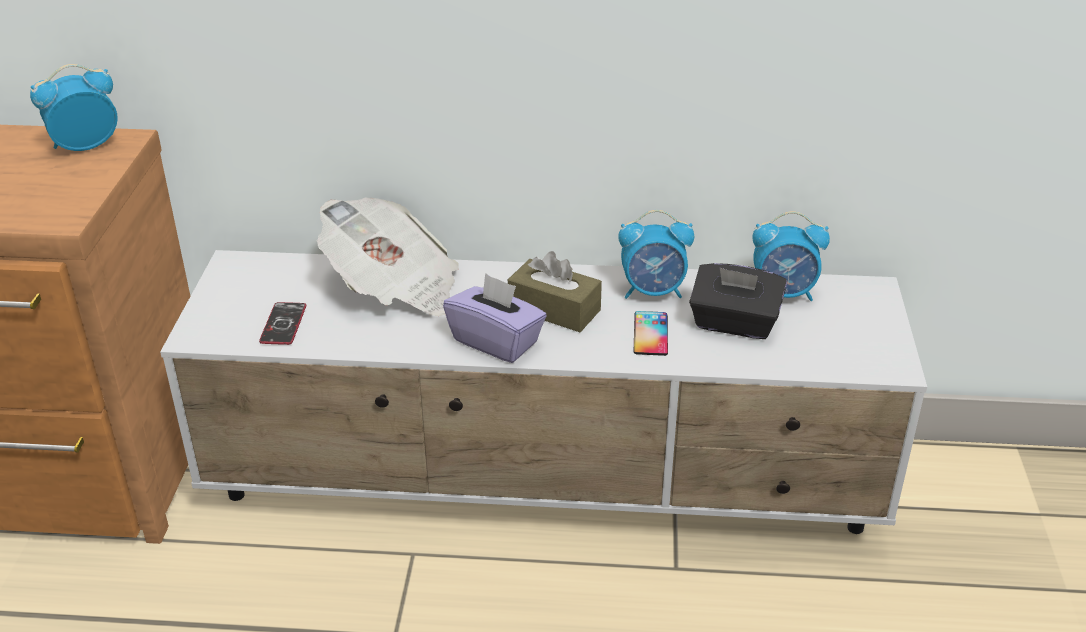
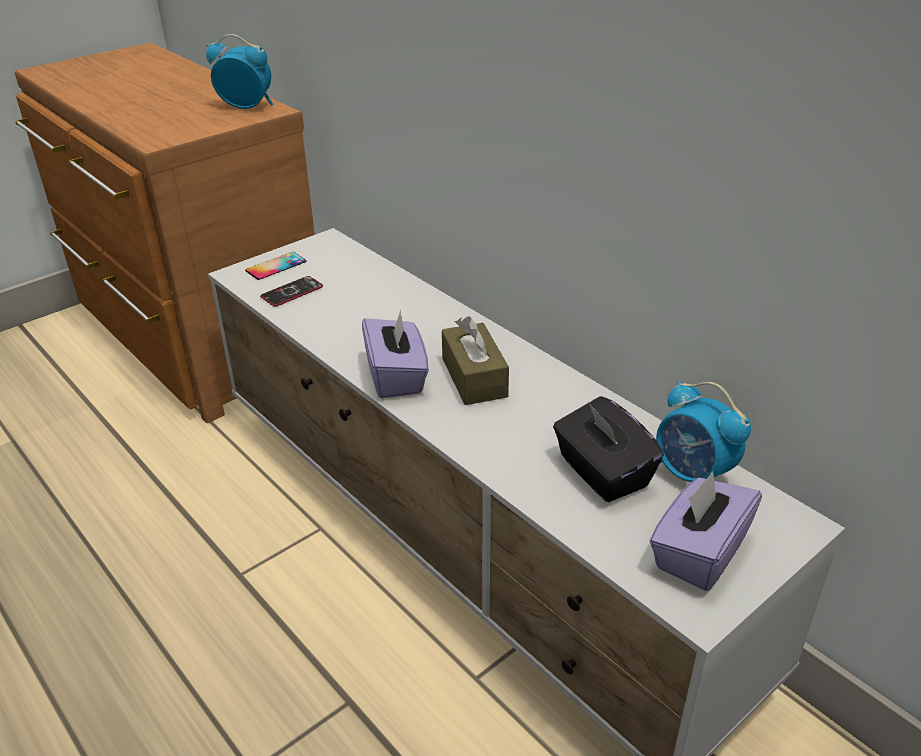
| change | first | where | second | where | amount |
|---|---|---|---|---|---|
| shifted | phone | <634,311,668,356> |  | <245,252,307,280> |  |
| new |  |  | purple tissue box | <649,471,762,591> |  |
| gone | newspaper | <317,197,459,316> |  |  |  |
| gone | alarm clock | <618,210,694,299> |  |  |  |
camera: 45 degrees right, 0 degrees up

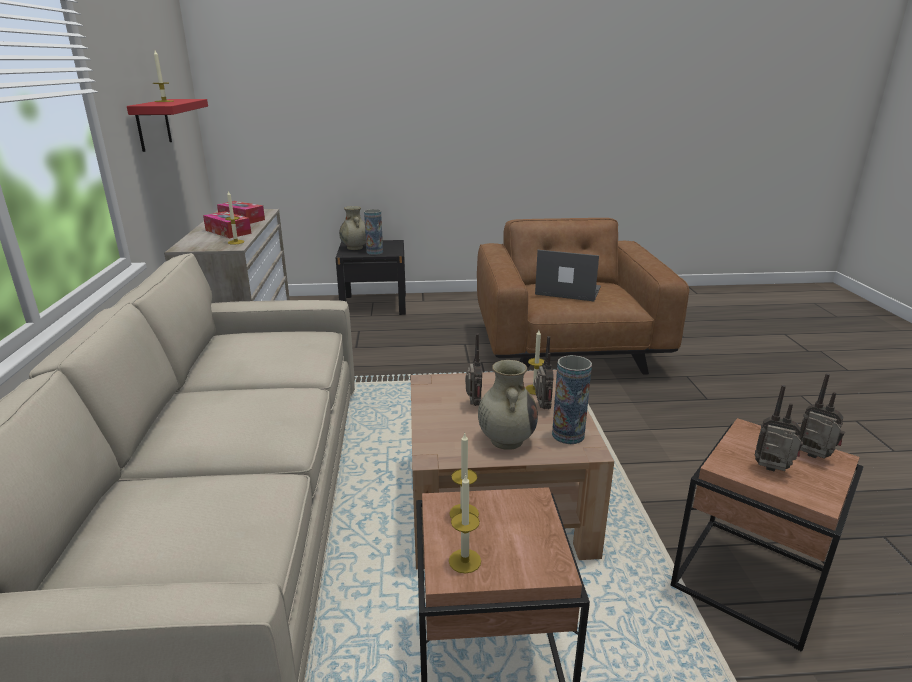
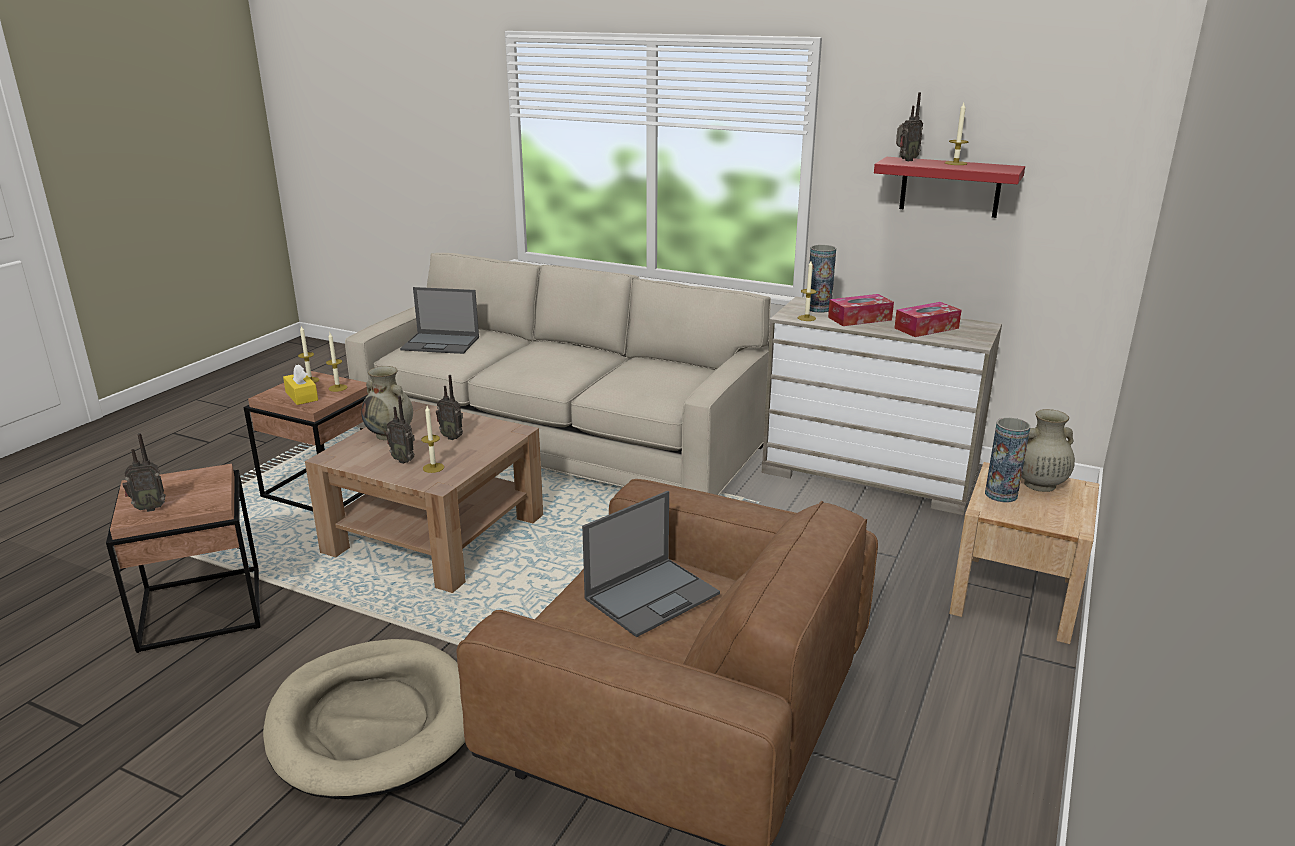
| change | first | where | second | where | amount |
|---|---|---|---|---|---|
| new |  |  | beige dog bed | <263,639,465,799> |  |
| new |  |  | yellow tissue box | <283,364,318,405> |  |
| new |  |  | laptop | <400,287,479,354> |  |
| shifted | vase | <552,355,592,444> |  | <809,245,836,313> |  |
| shifted | radio | <755,385,803,472> |  | <896,92,923,161> |  |
| repainted | black nightstand | <336,240,406,315> | beige nightstand | <949,462,1099,644> |  |
camera: 120 degrees right, 0 degrees up

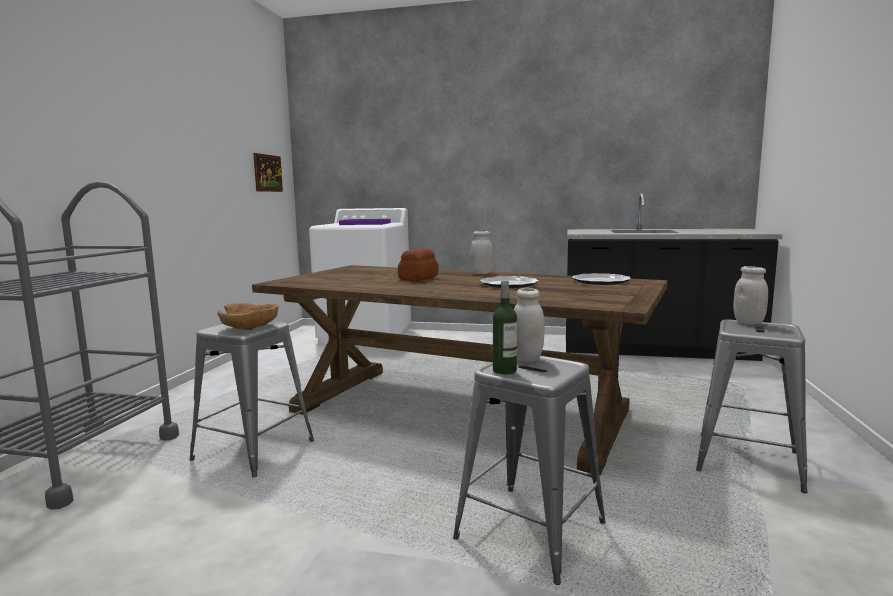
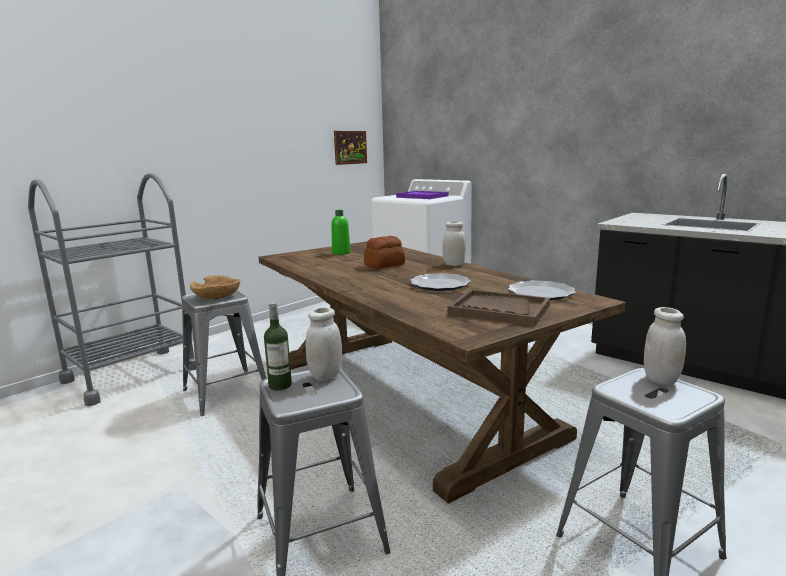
| change | first | where | second | where | amount |
|---|---|---|---|---|---|
| new |  |  | green bottle | <331,210,351,255> |  |
| new |  |  | brown tray | <447,289,550,326> |  |
camera: 30 degrees right, 5 degrees up

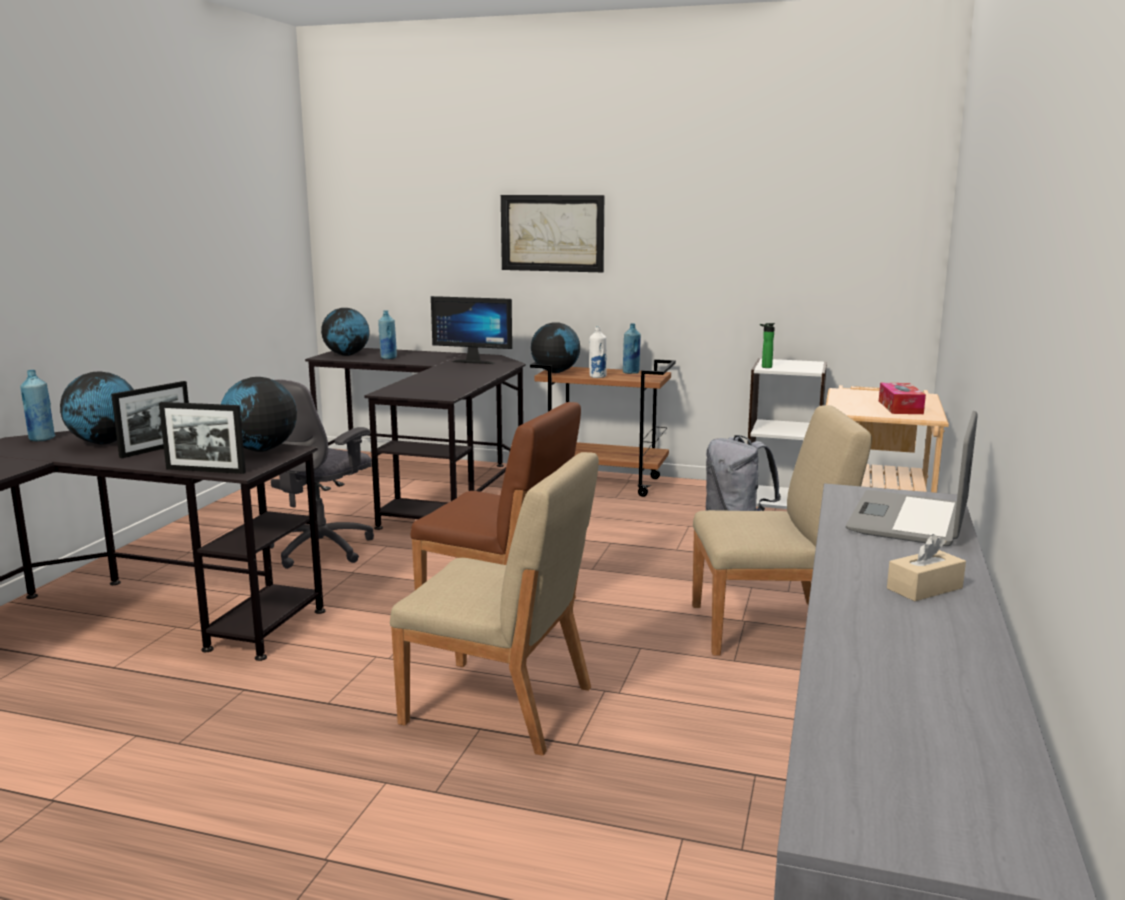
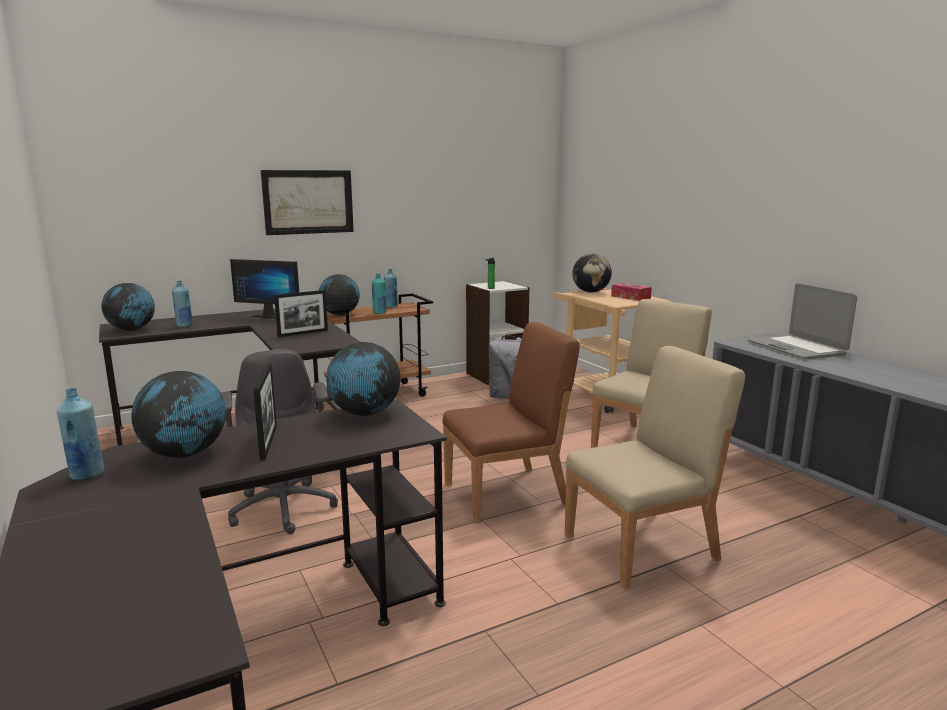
| change | first | where | second | where | amount |
|---|---|---|---|---|---|
| rotated | monitor | <431,296,512,364> |  | <230,259,299,319> | 45 degrees clockwise |
| shifted | picture frame | <159,402,246,474> |  | <274,290,328,337> |  |
| repainted | white bottle | <589,327,607,378> | turquoise bottle | <372,273,386,314> |  |
| new |  |  | globe | <572,254,612,292> |  |
| gone | beige tissue box | <887,534,966,601> |  |  |  |
camera: 45 degrees left, 0 degrees up

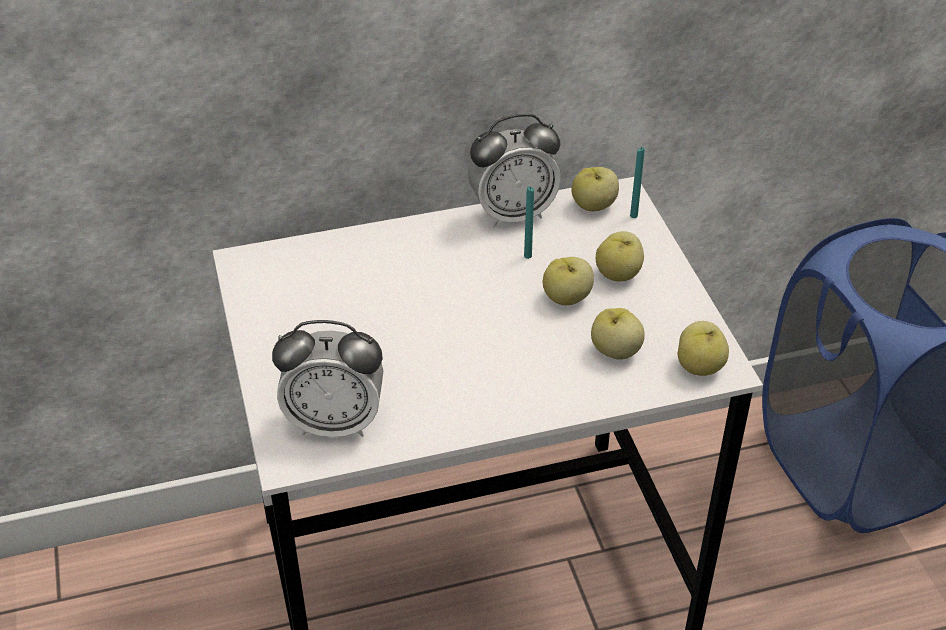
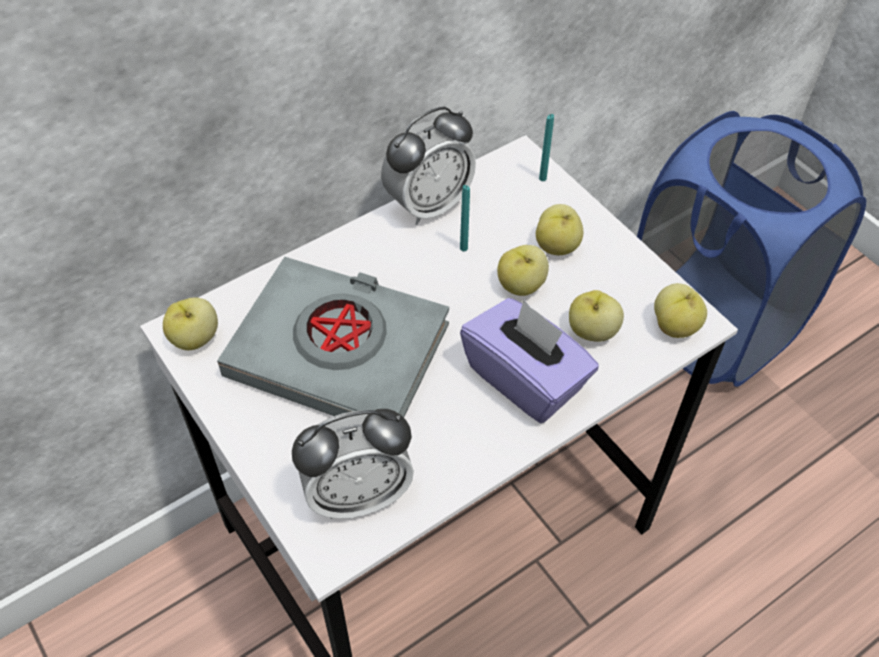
| change | first | where | second | where | amount |
|---|---|---|---|---|---|
| shifted | apple | <571,167,619,212> |  | <163,298,218,350> |  |
| new |  |  | grey book | <217,257,449,418> |  |
| new |  |  | purple tissue box | <460,298,599,423> |  |
camera: 20 degrees left, 10 degrees up

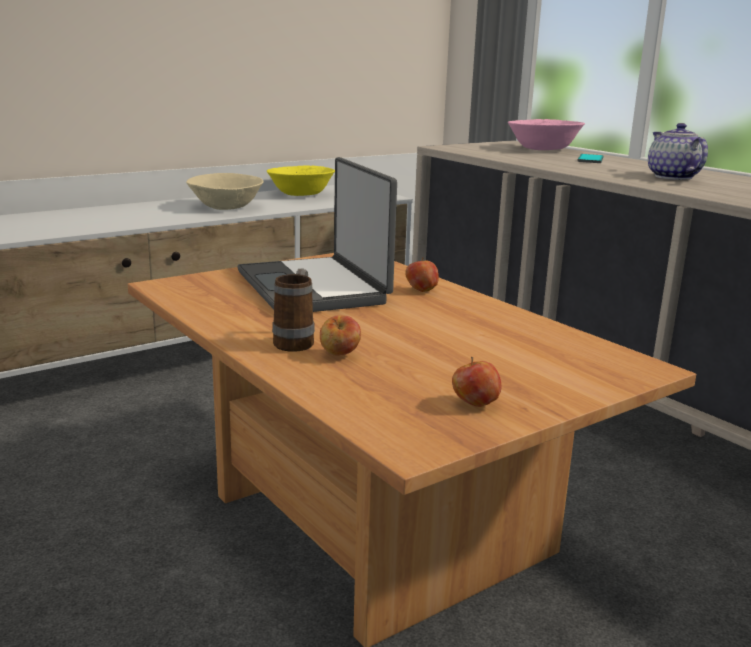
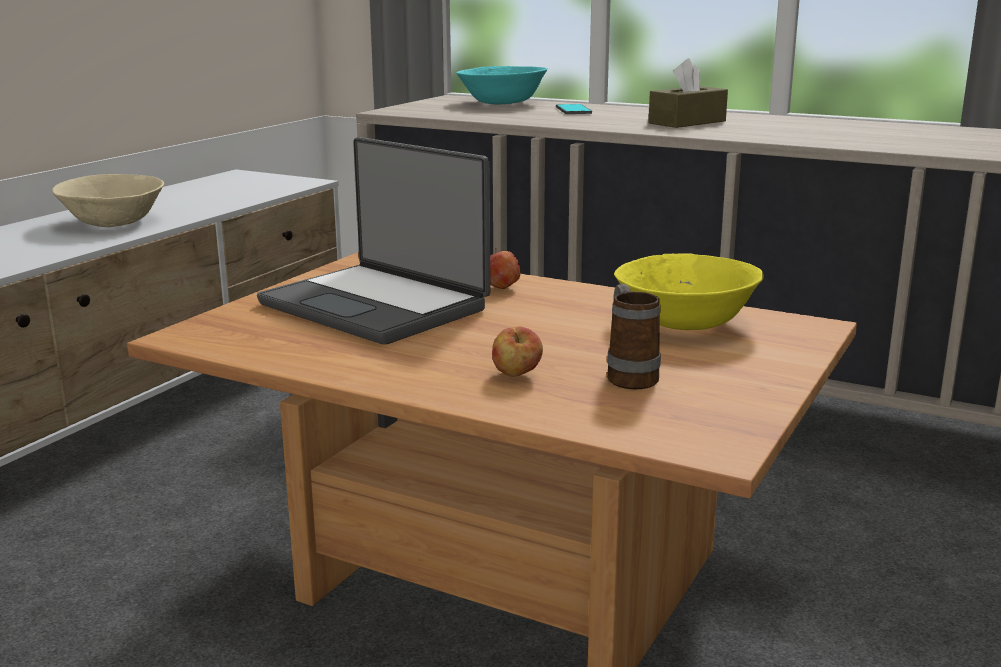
| change | first | where | second | where | amount |
|---|---|---|---|---|---|
| repainted | pink bowl | <508,119,585,150> | turquoise bowl | <456,66,548,104> |  |
| shifted | mug | <272,268,315,352> |  | <607,284,661,389> |  |
| shifted | yellow bowl | <267,165,335,196> |  | <614,254,764,330> |  |
| swapped | teapot | <648,123,708,180> | brown tissue box | <648,58,728,128> |  |
| gone | apple | <452,357,501,407> |  |  |  |
camera: 25 degrees left, 0 degrees up

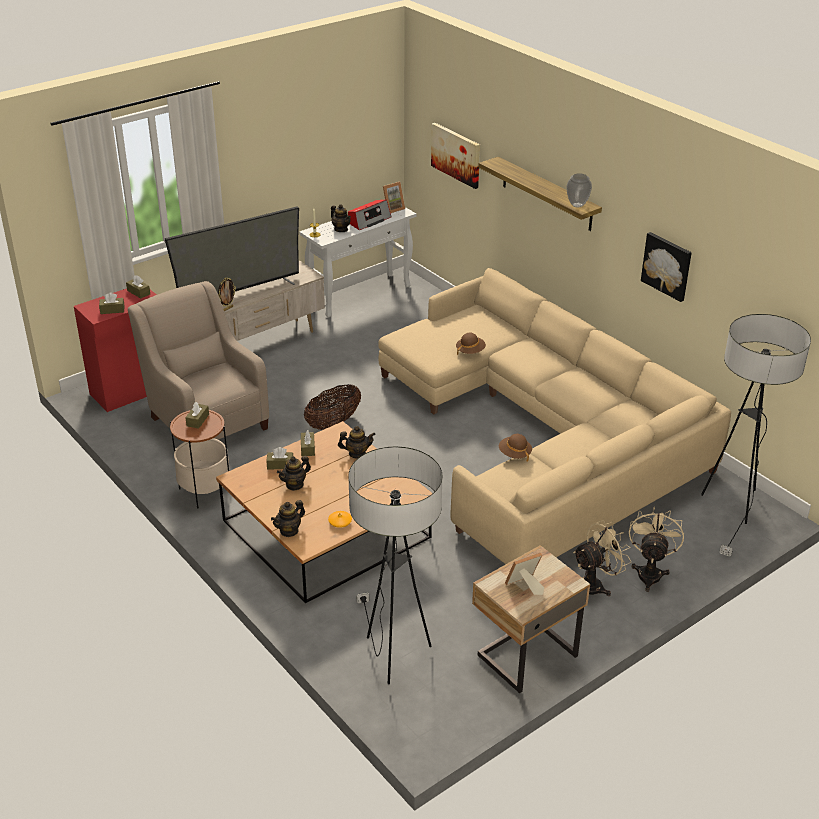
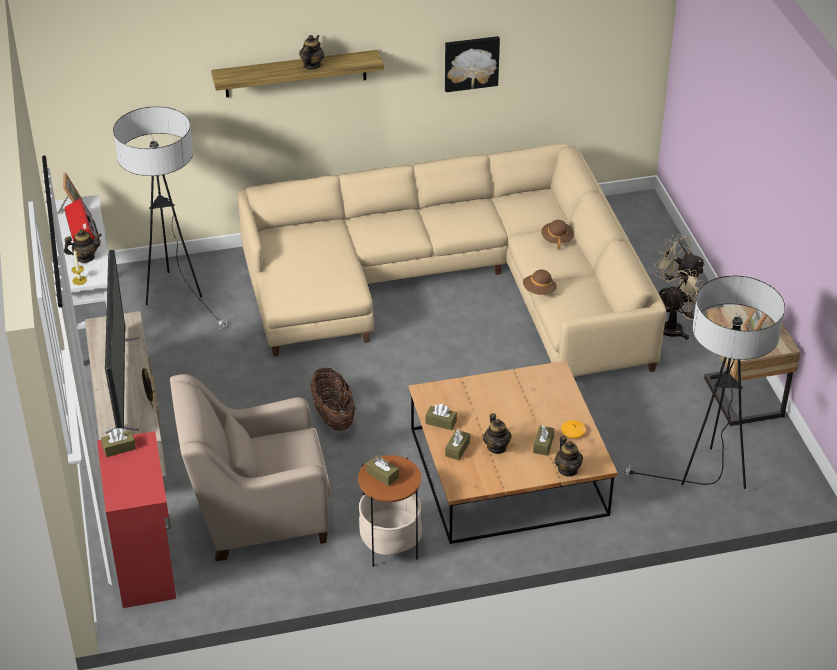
| change | first | where | second | where | amount |
|---|---|---|---|---|---|
| shifted | floor lamp | <701,314,811,557> |  | <113,106,227,330> |  |
| shifted | teapot | <338,426,376,459> |  | <299,35,324,70> |  |
| shifted | brown tissue box | <99,292,125,314> |  | <533,425,554,456> |  |
| shifted | brown hat | <456,333,486,355> |  | <541,220,574,249> |  |
| rotated | beige fan | <573,520,631,596> |  | <659,269,707,340> | 75 degrees clockwise |
| gone | picture | <431,123,480,189> |  |  |  |
| gone | vase | <566,173,592,207> |  |  |  |
camera: 65 degrees left, 5 degrees up

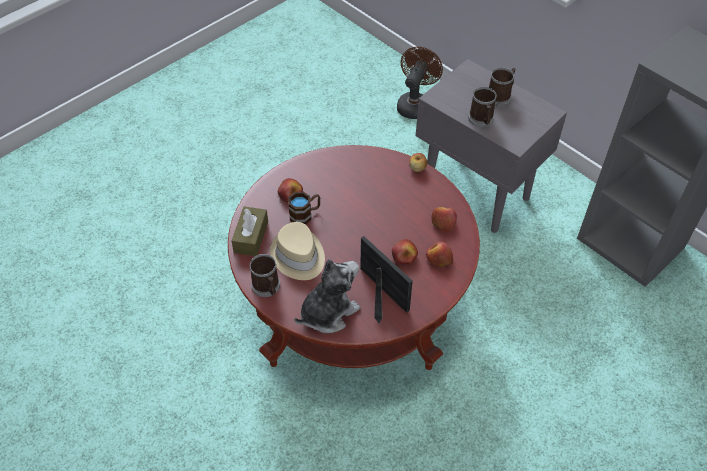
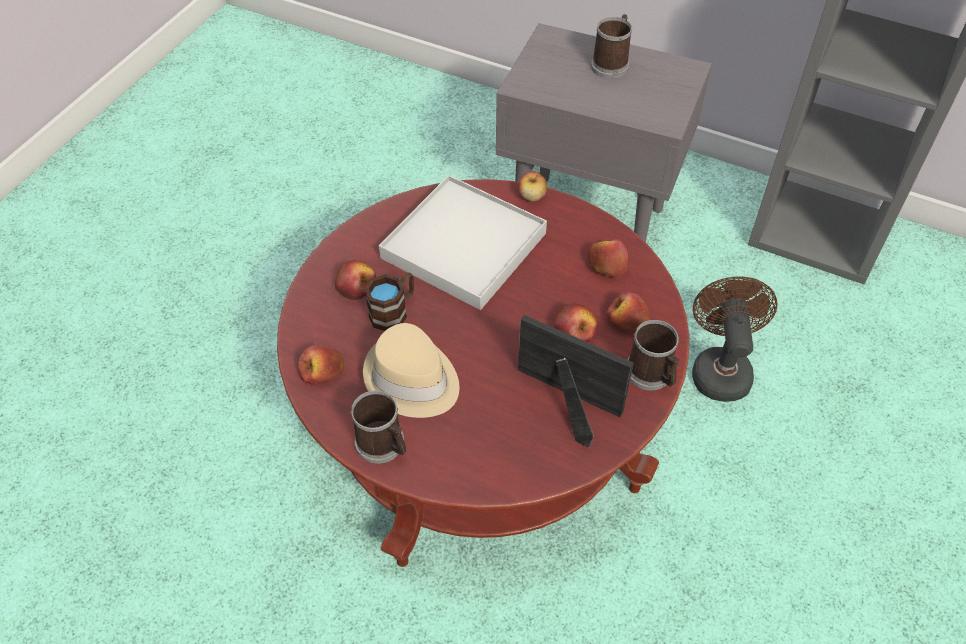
| change | first | where | second | where | amount |
|---|---|---|---|---|---|
| swapped | brown tissue box | <232,206,268,256> | apple | <297,345,344,385> |  |
| new |  |  | white tray | <379,175,547,310> |  |
| shifted | mug | <468,87,497,127> |  | <627,320,680,391> |  |
| shifted | brown fan | <397,47,443,119> |  | <692,276,778,402> |  |
| gone | plush toy | <294,259,360,334> |  |  |  |
camera: 20 degrees left, 0 degrees up

